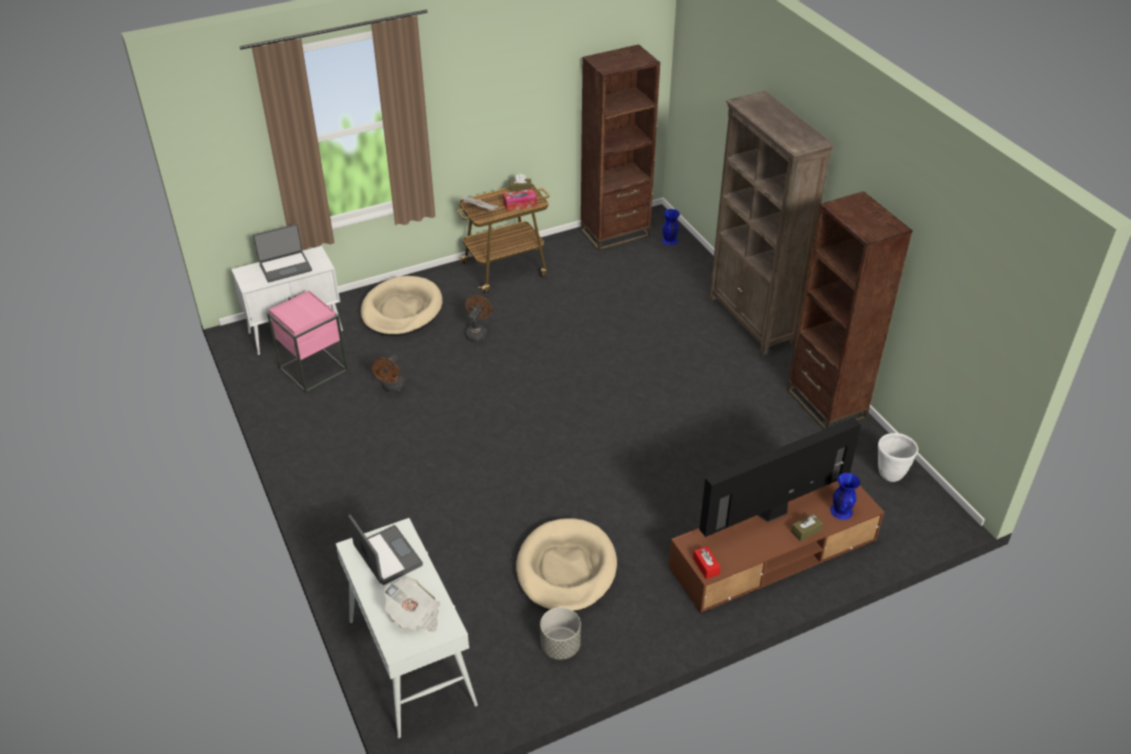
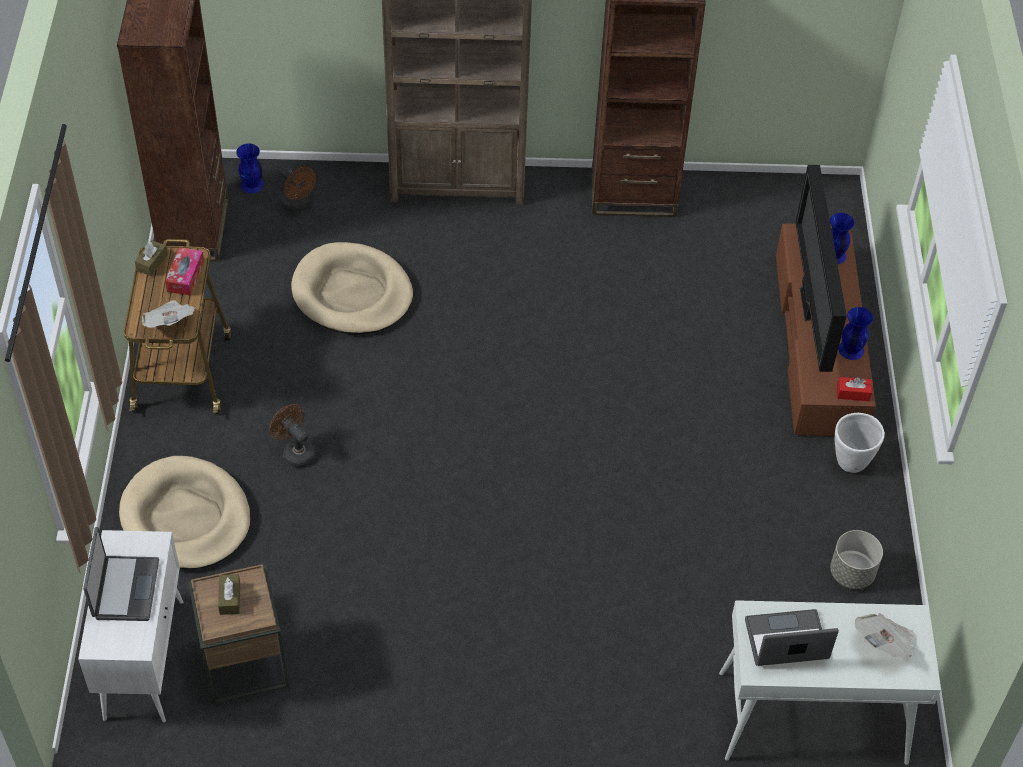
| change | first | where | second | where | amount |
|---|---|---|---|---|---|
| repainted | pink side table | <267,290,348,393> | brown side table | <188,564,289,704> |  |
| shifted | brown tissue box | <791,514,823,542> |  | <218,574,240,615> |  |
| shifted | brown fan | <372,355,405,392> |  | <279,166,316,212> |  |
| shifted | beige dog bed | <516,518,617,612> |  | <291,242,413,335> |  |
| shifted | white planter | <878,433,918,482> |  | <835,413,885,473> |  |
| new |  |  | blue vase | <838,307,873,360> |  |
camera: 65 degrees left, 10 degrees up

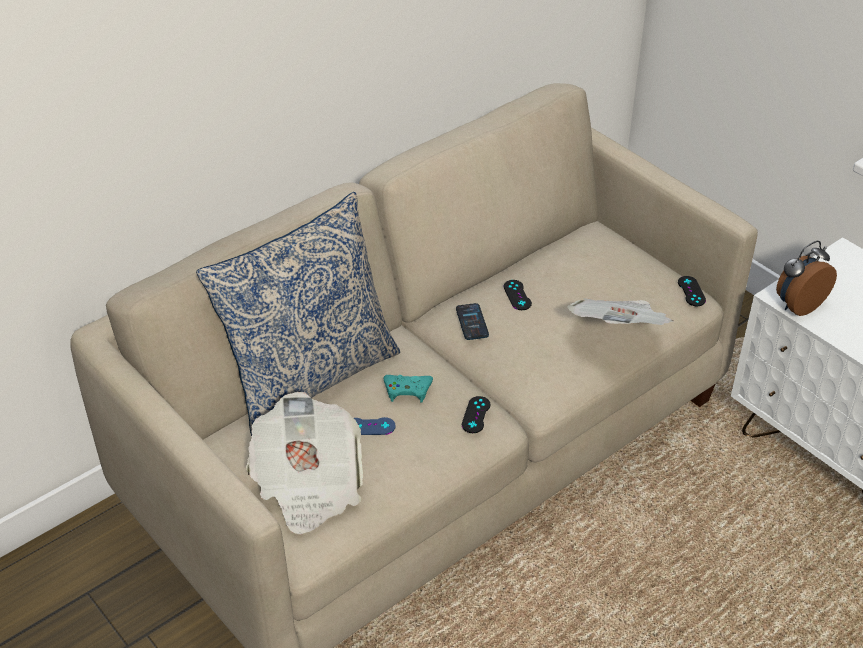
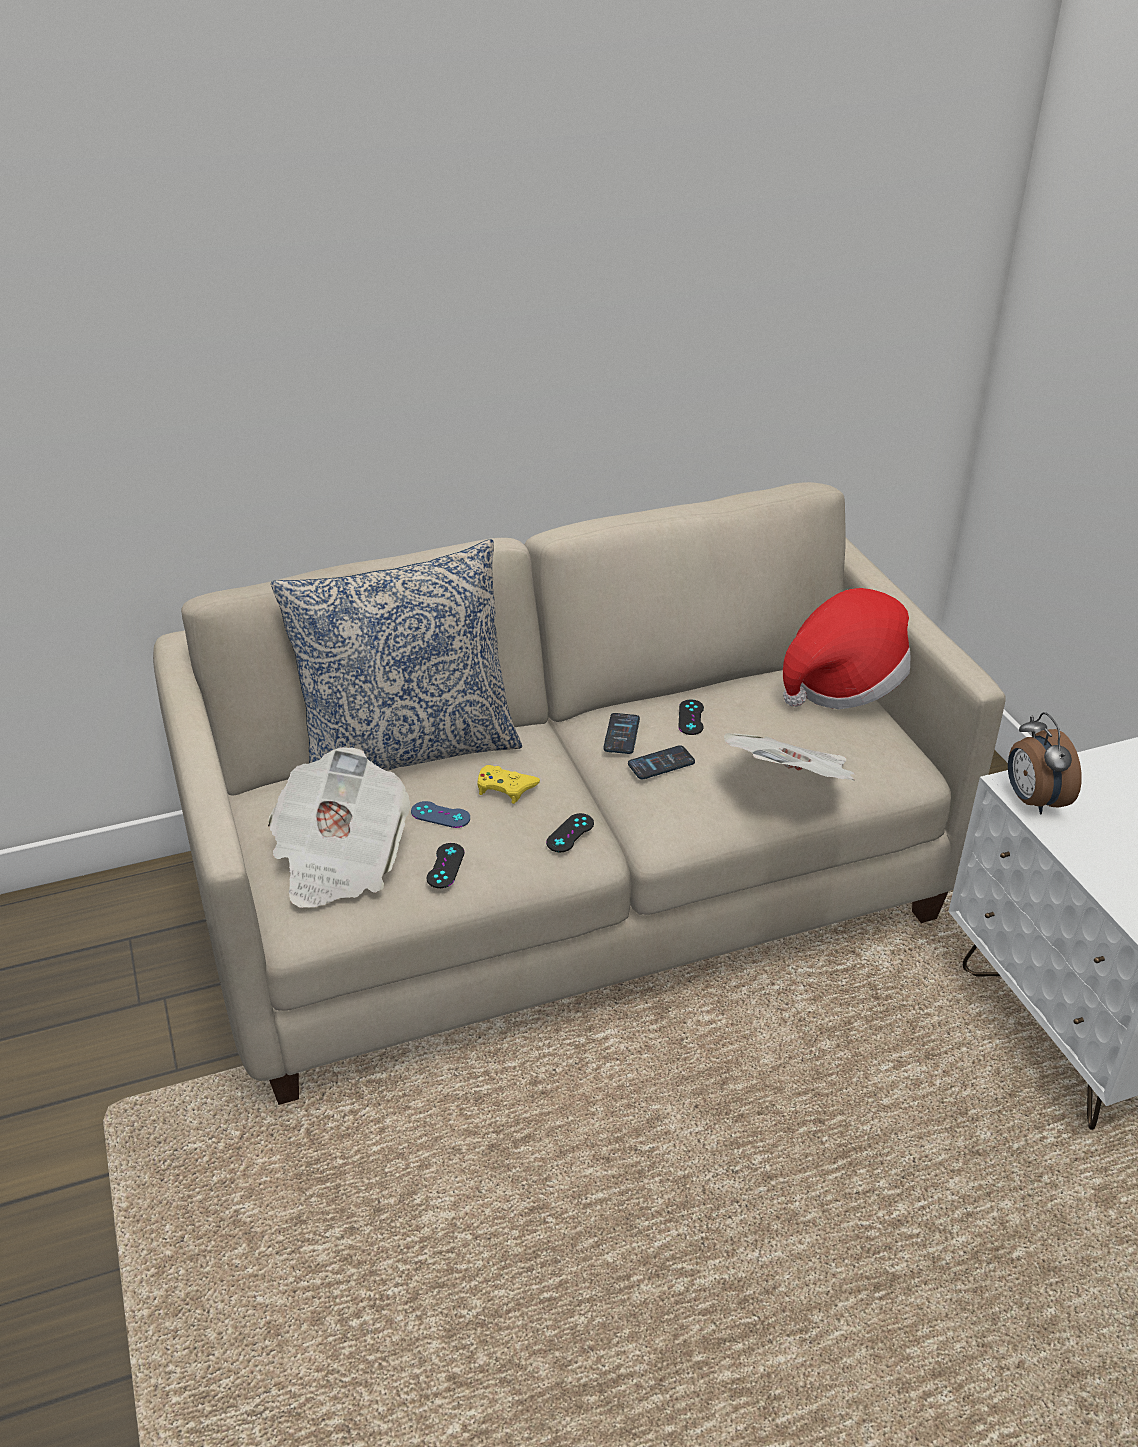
| change | first | where | second | where | amount |
|---|---|---|---|---|---|
| shifted | black game controller | <678,276,706,306> |  | <426,843,465,888> |  |
| repainted | turquoise game controller | <383,375,433,402> | yellow game controller | <477,765,540,804> |  |
| new |  |  | phone | <628,745,695,779> |  |
| new |  |  | hat | <783,588,910,709> |  |
| rotated | alarm clock | <776,241,837,316> |  | <1008,712,1082,814> | 90 degrees counterclockwise |
camera: 20 degrees right, 5 degrees down

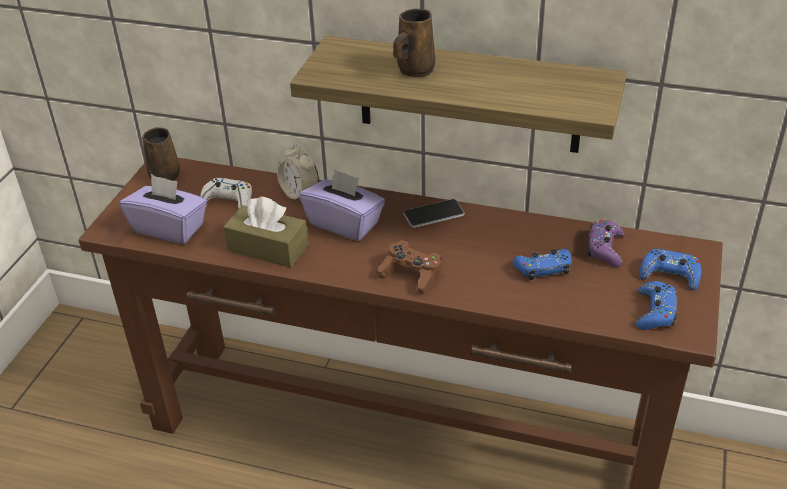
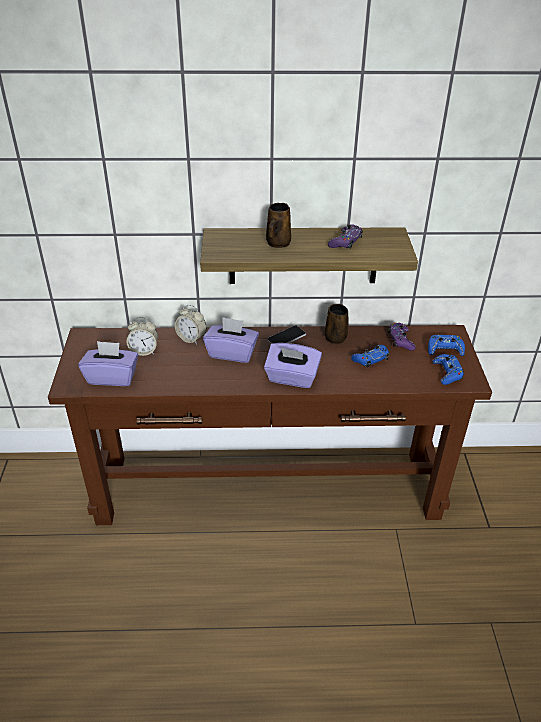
| change | first | where | second | where | amount |
|---|---|---|---|---|---|
| swapped | white game controller | <200,178,252,210> | alarm clock | <126,317,158,356> |  |
| swapped | brown game controller | <376,240,442,294> | purple tissue box | <264,343,322,388> |  |
| shifted | brown mug | <142,127,180,181> |  | <325,304,348,344> |  |
| new |  |  | purple game controller | <328,224,363,249> |  |
| gone | brown tissue box | <223,196,308,268> |  |  |  |
camera: 20 degrees left, 0 degrees up

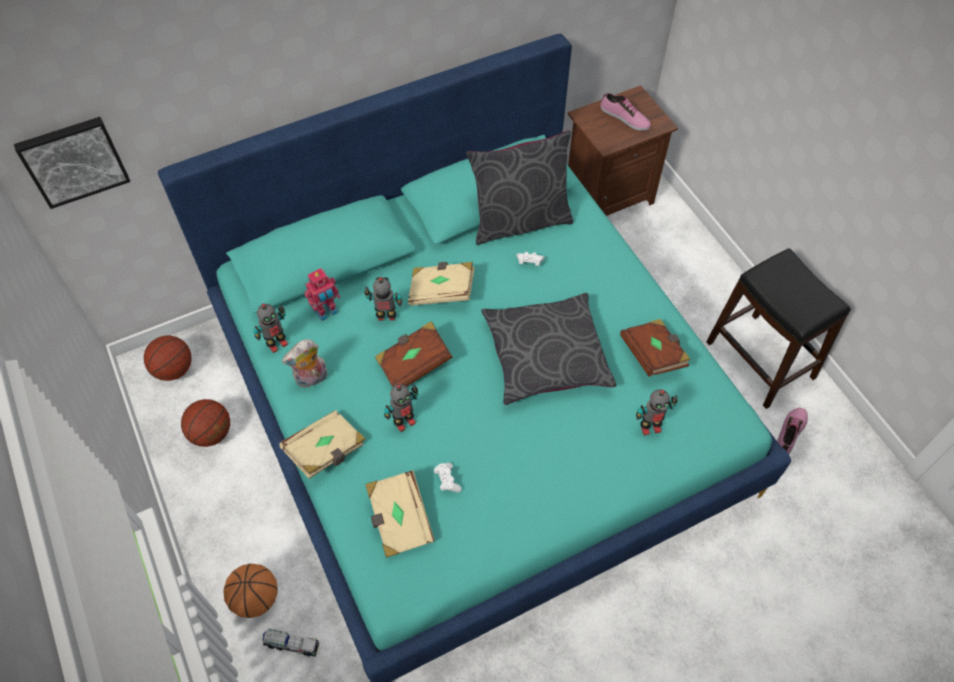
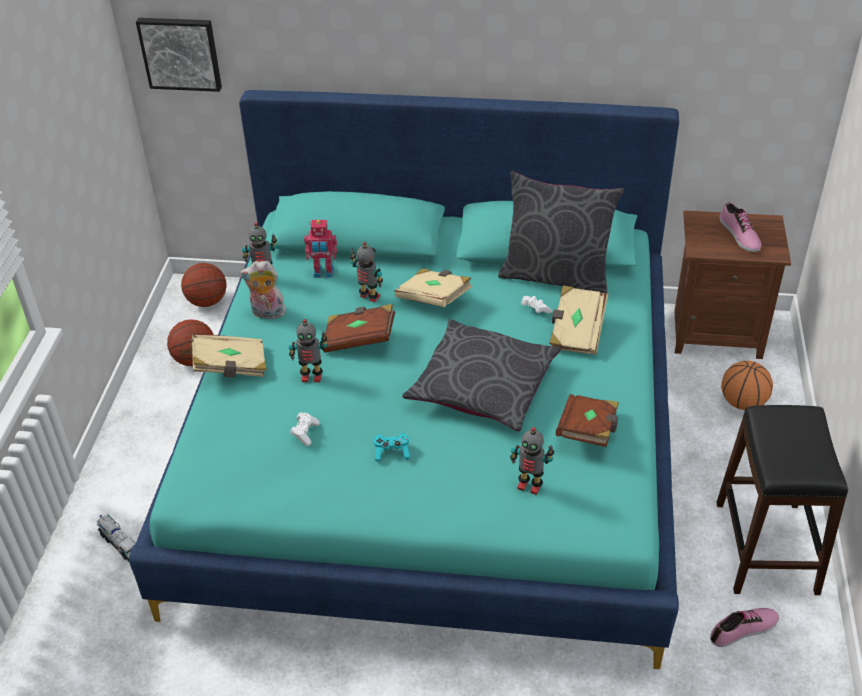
| change | first | where | second | where | amount |
|---|---|---|---|---|---|
| new |  |  | turquoise game controller | <374,433,410,462> |  |
| shifted | beige book | <365,470,435,558> |  | <549,285,608,355> |  |
| shifted | basketball | <223,563,278,618> |  | <721,361,773,410> |  |
camera: 35 degrees right, 15 degrees down

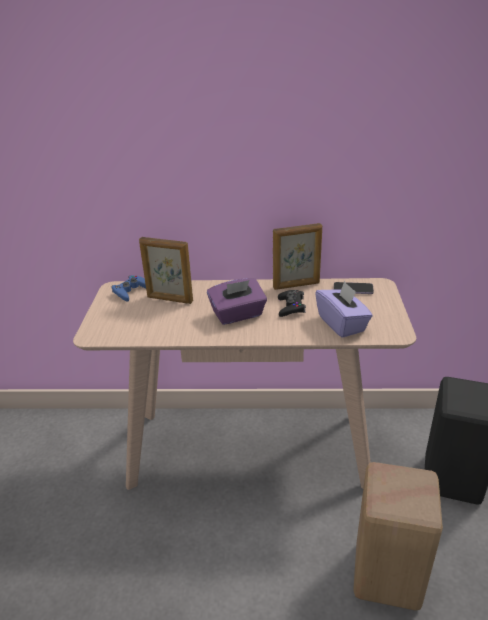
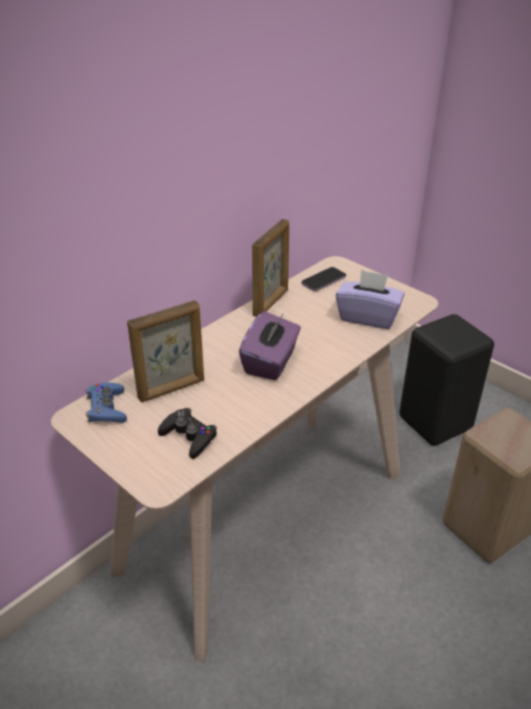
| change | first | where | second | where | amount |
|---|---|---|---|---|---|
| shifted | black game controller | <278,290,306,317> |  | <158,408,217,459> |  |
camera: 50 degrees left, 5 degrees up

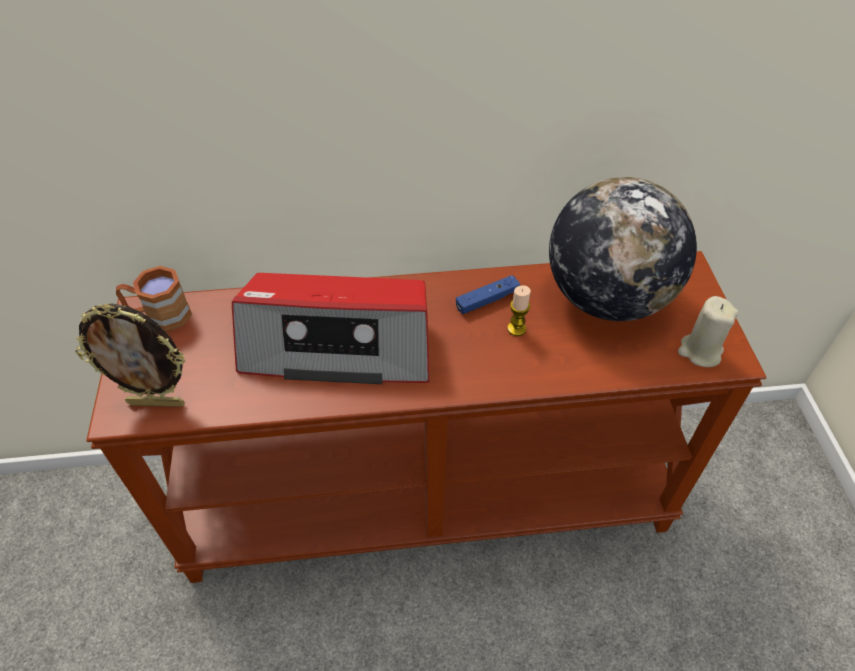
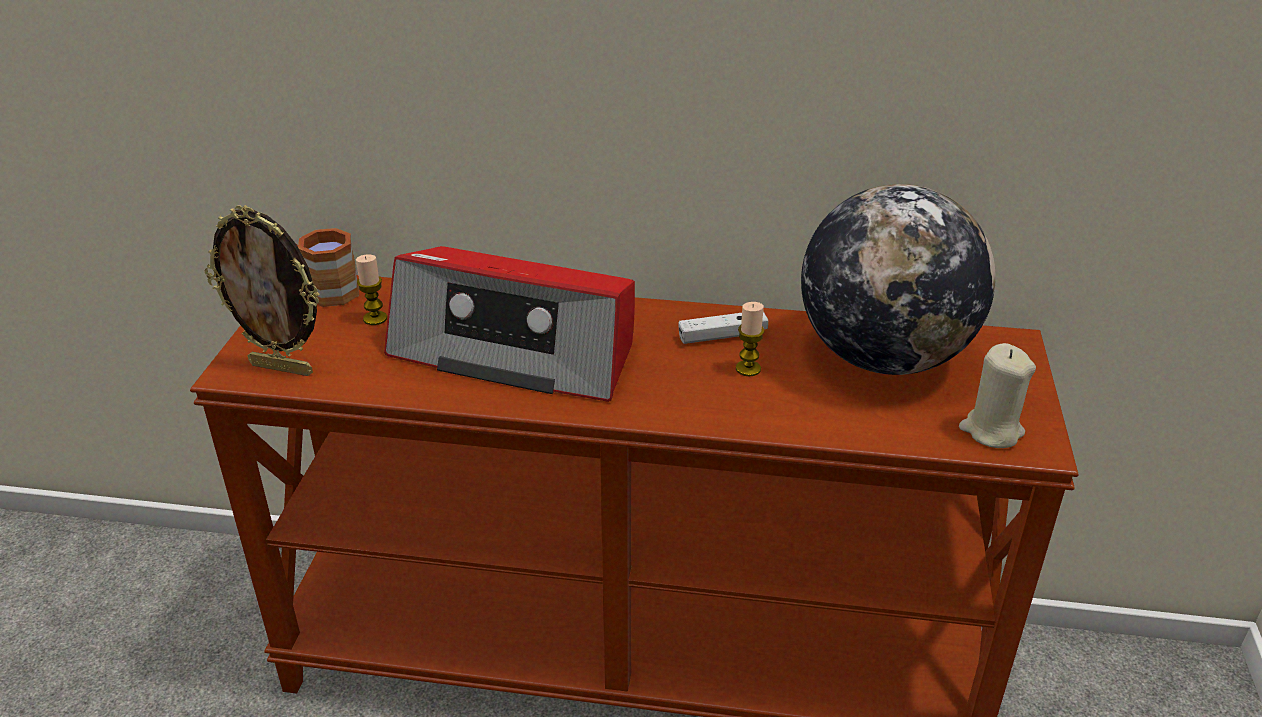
| change | first | where | second | where | amount |
|---|---|---|---|---|---|
| new |  |  | candle | <356,254,387,325> |  |
| repainted | blue game controller | <456,275,520,314> | white game controller | <678,312,768,344> |  |
camera: 15 degrees right, 15 degrees down

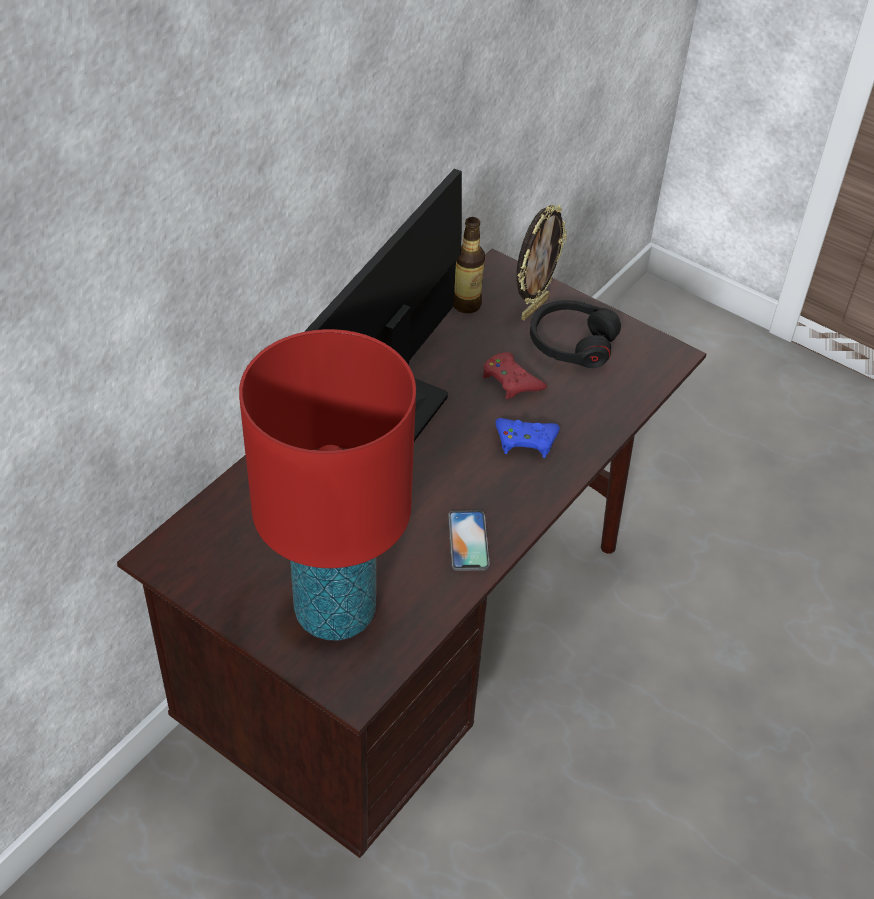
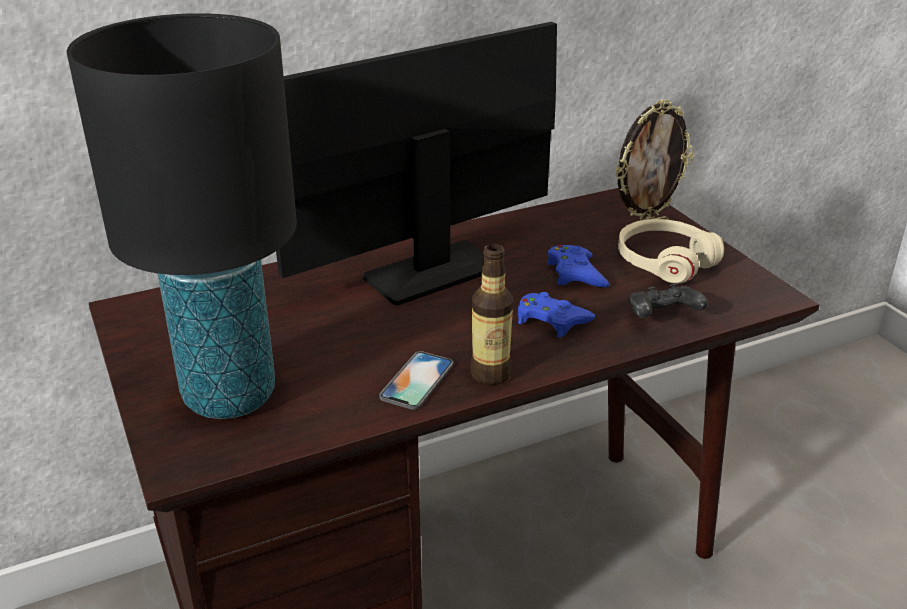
| change | first | where | second | where | amount |
|---|---|---|---|---|---|
| repainted | red table lamp | <239,329,416,640> | black table lamp | <67,13,297,419> |  |
| shifted | bottle | <453,217,485,313> |  | <470,244,513,385> |  |
| repainted | red game controller | <483,352,547,399> | blue game controller | <547,245,610,287> |  |
| repainted | black headphones | <530,300,621,368> | beige headphones | <618,219,724,284> |  |
| new |  |  | black game controller | <629,283,708,318> |  |
camera: 30 degrees right, 15 degrees down

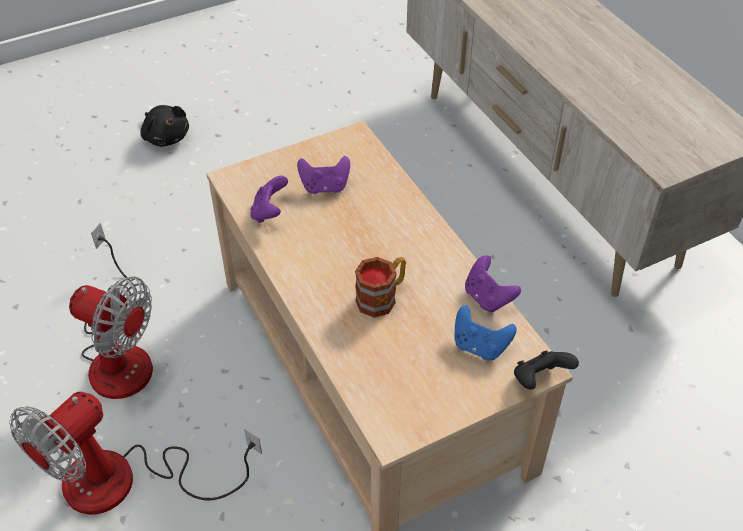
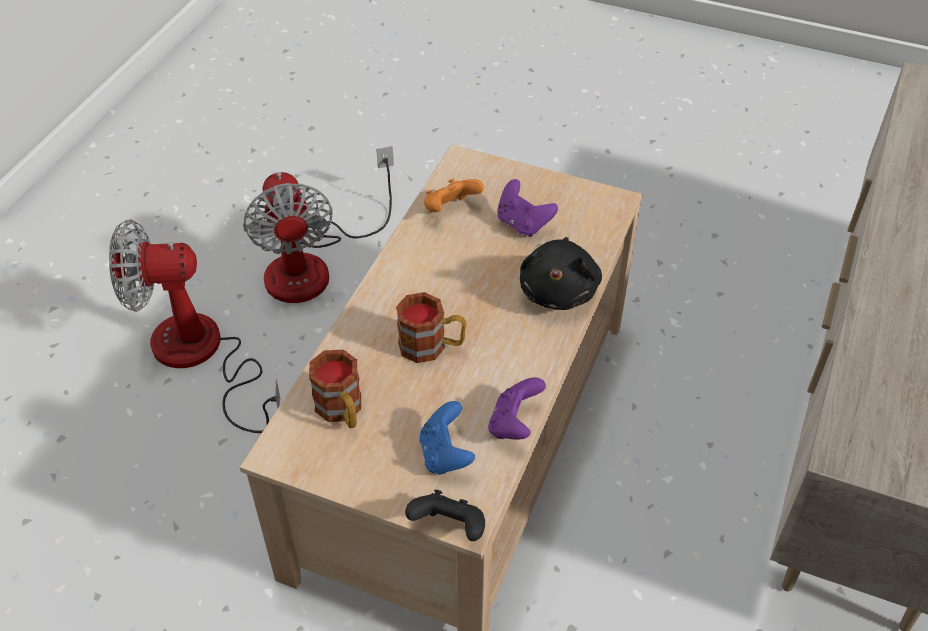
| change | first | where | second | where | amount |
|---|---|---|---|---|---|
| new |  |  | mug | <309,350,361,428> |  |
| repainted | purple game controller | <250,176,288,223> | orange game controller | <424,179,484,213> |  |
| shifted | black plush toy | <140,105,189,147> |  | <520,237,602,310> |  |
camera: 50 degrees right, 0 degrees up

